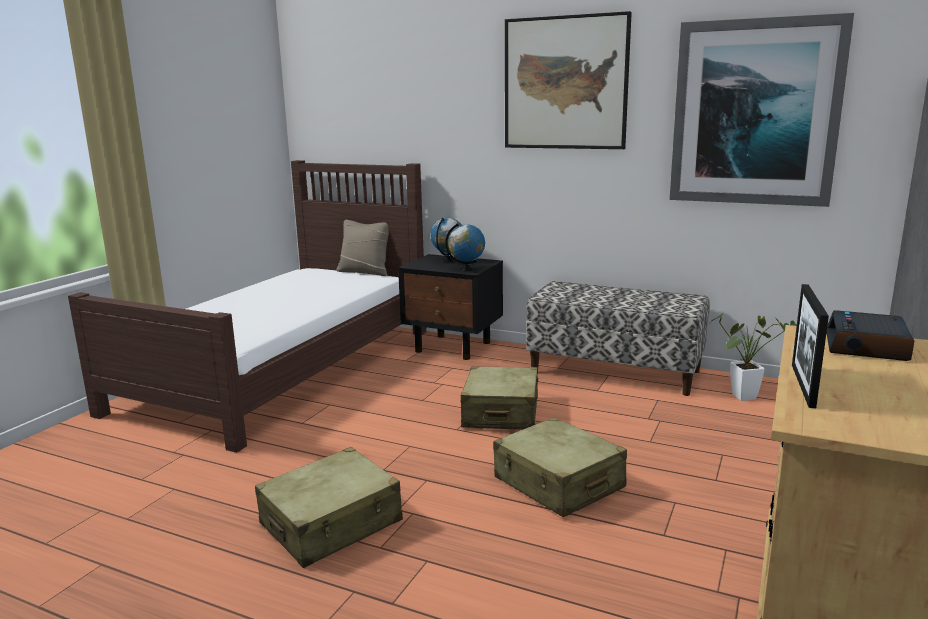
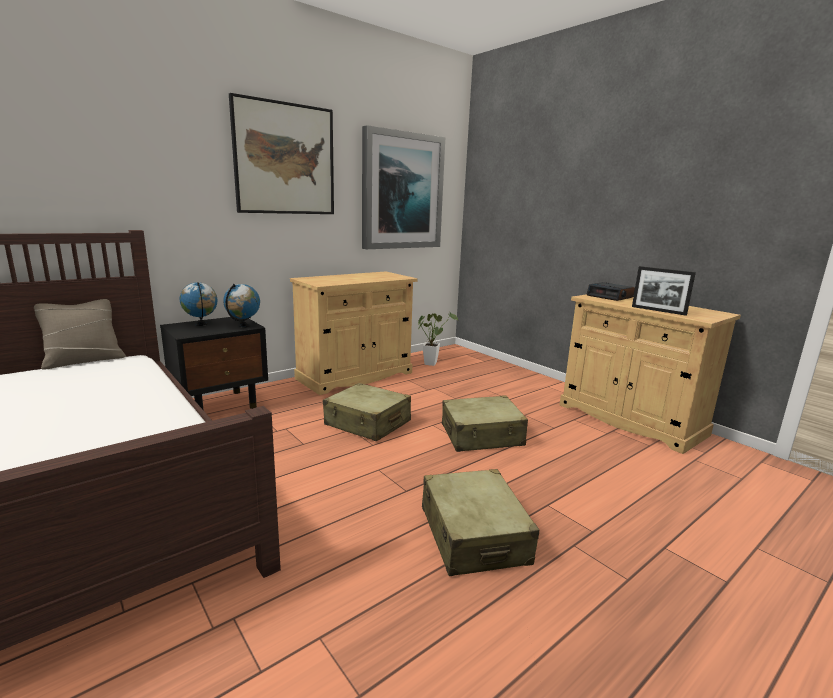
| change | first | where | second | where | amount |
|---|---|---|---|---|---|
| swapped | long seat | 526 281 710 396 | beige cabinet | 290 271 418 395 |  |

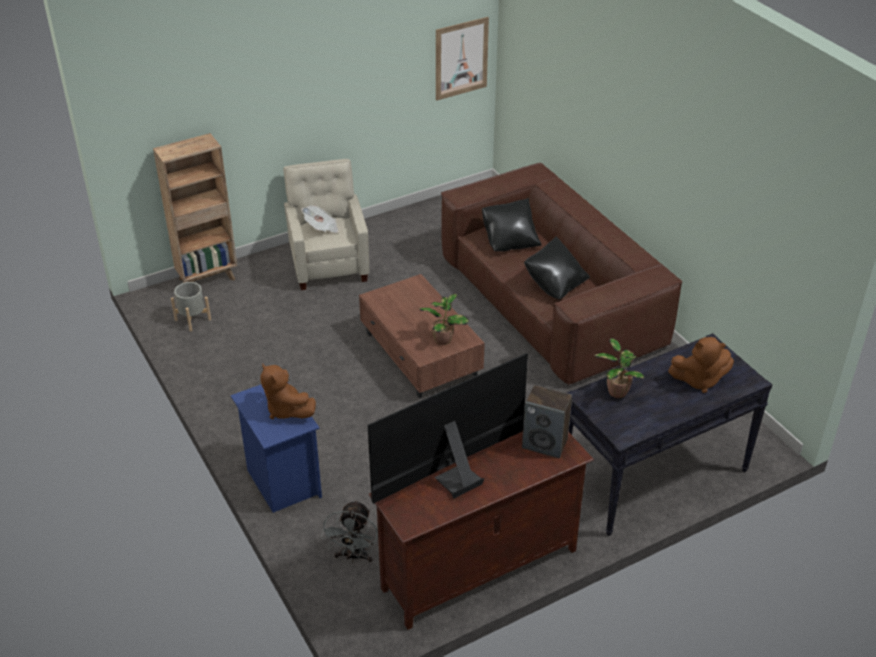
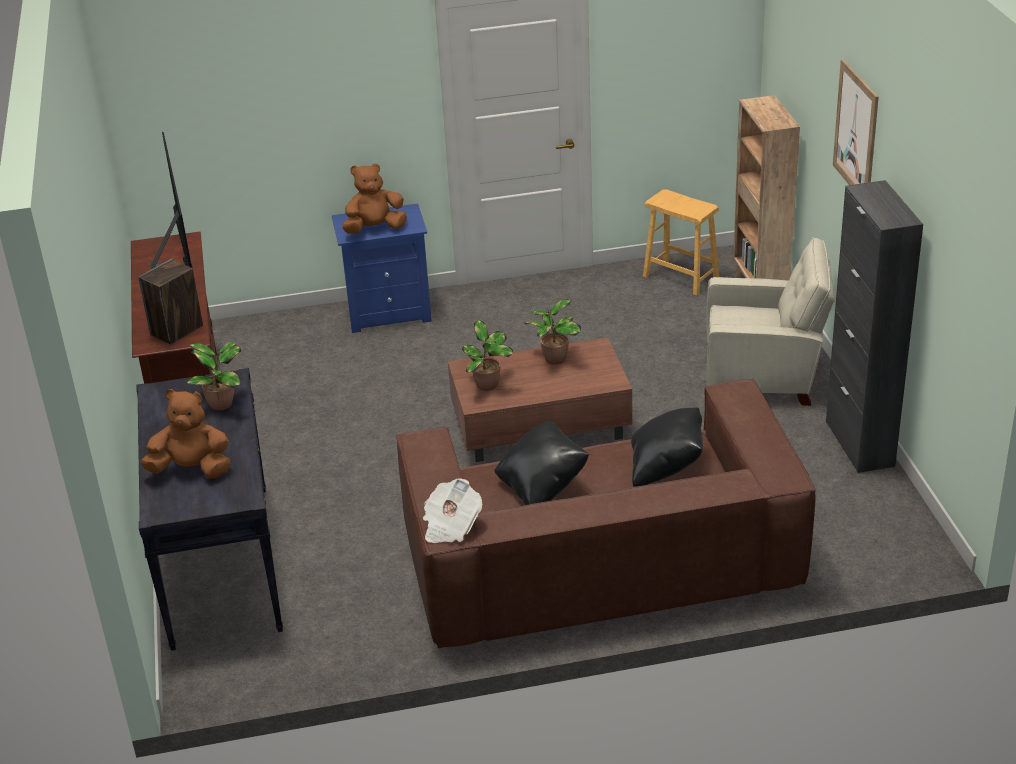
| change | first | where | second | where | amount |
|---|---|---|---|---|---|
| swapped | grey plant pot | 171 282 211 332 | brown stool seat | 643 189 720 296 |  |
| shifted | newspaper | 301 205 338 233 |  | 423 478 482 543 |  |
| gone | grey fan | 321 500 378 562 |  |  |  |
| shifted | wall art | 436 17 489 100 |  | 833 59 879 185 |  |
| rotated | brown plush toy | 668 337 734 393 |  | 141 389 231 479 | 75 degrees clockwise |
| new |  |  | houseplant | 524 299 581 365 |  |
| new |  |  | black-coloured cabinet | 826 180 923 473 |  |

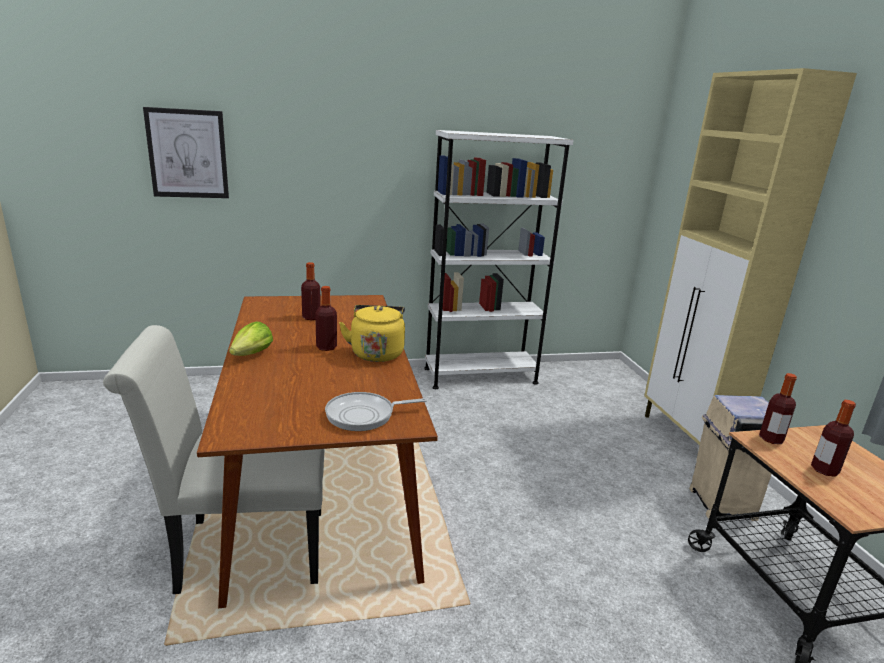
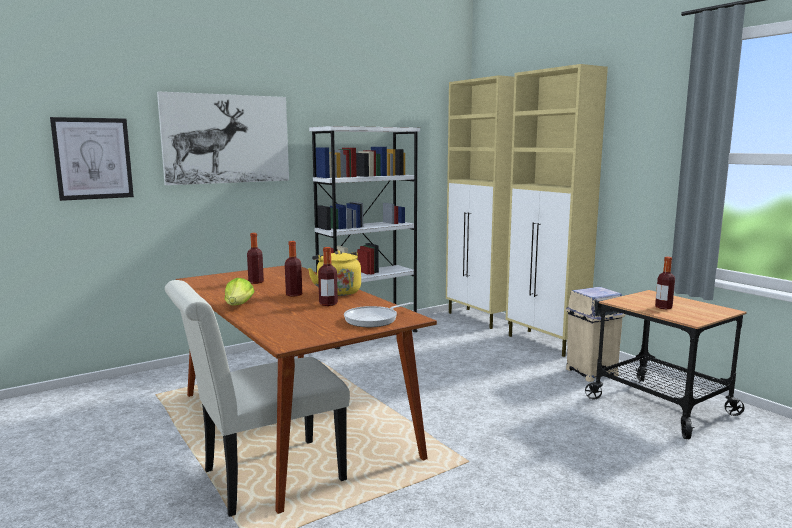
| change | first | where | second | where | amount |
|---|---|---|---|---|---|
| shifted | beverage bottle | 759 373 797 444 |  | 318 247 338 306 |  |
| new |  |  | wall art | 157 91 289 185 |  |
| new |  |  | beige cabinet | 446 75 514 329 |  |

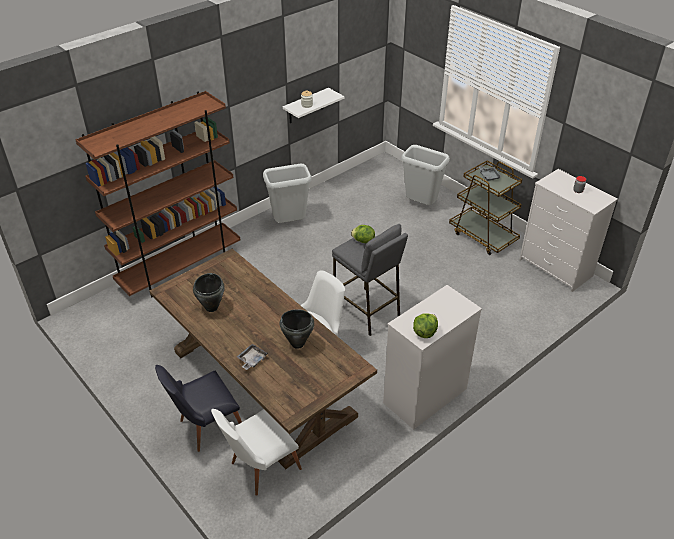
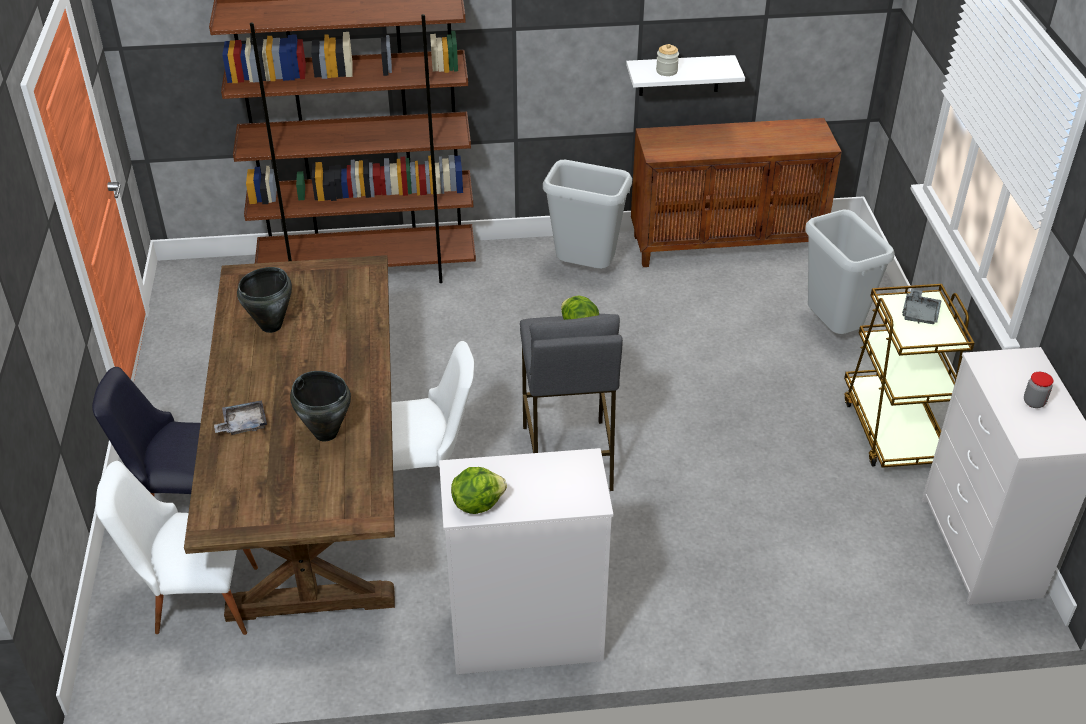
| change | first | where | second | where | amount |
|---|---|---|---|---|---|
| new |  |  | brown cabinet | 631 118 842 267 |  |

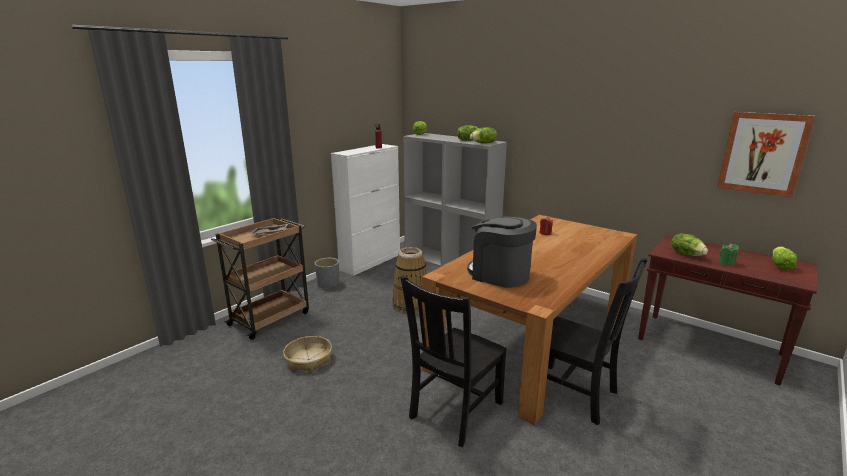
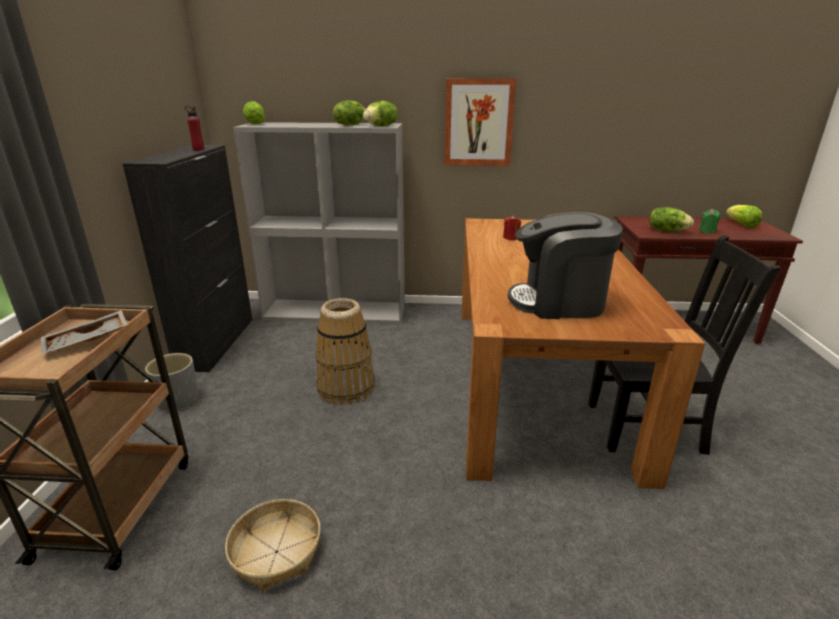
| change | first | where | second | where | amount |
|---|---|---|---|---|---|
| repainted | white-coloured cabinet | 331 144 400 276 | black-coloured cabinet | 123 145 252 372 |  |
| gone | black-coloured plain chair | 400 276 507 447 |  |  |  |
| shifted | wall art | 717 112 815 198 |  | 444 78 517 166 |  |

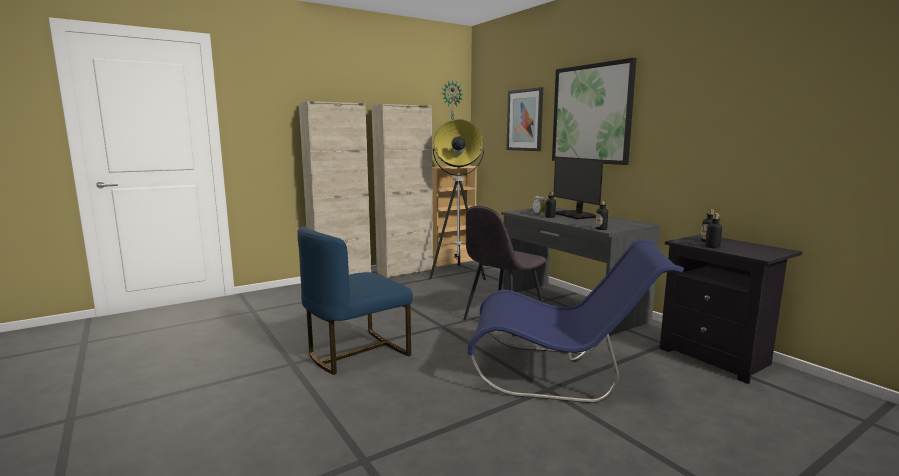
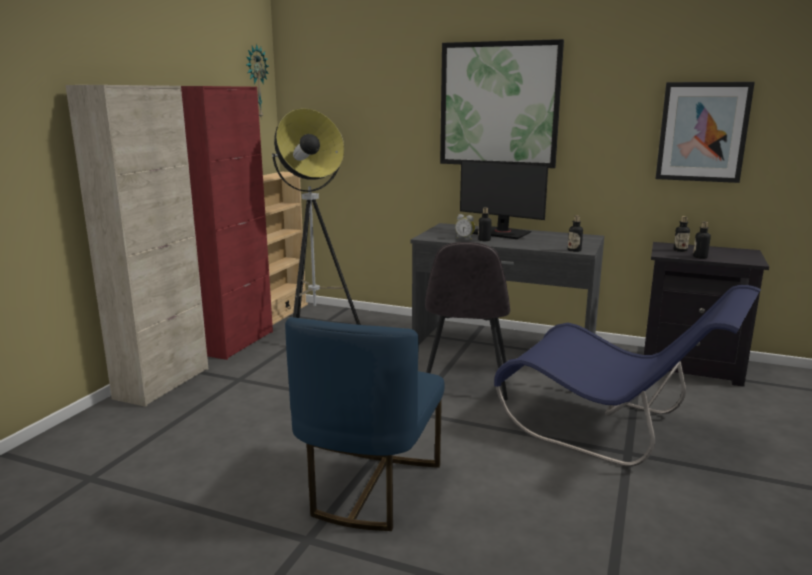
| change | first | where | second | where | amount |
|---|---|---|---|---|---|
| repainted | beige cabinet | 372 104 433 278 | red-coloured cabinet | 181 86 273 360 |  |
| rotated | blue plain chair | 468 239 684 403 |  | 494 285 761 467 | 60 degrees clockwise |
| shifted | wall art | 506 87 543 151 |  | 655 82 755 183 |  |

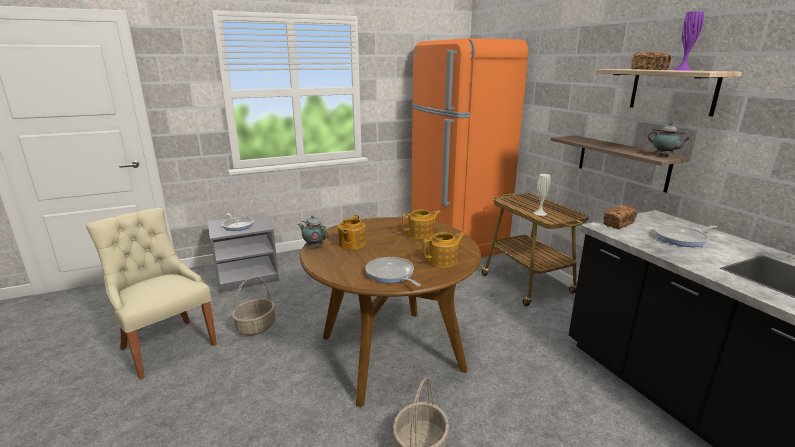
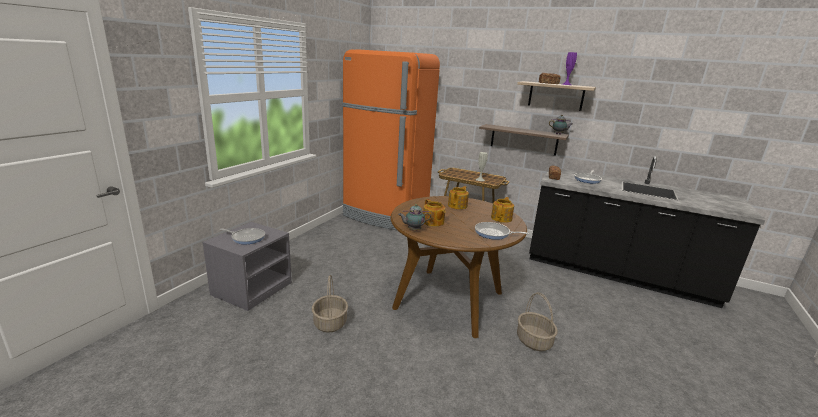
| change | first | where | second | where | amount |
|---|---|---|---|---|---|
| gone | beige plain chair | 85 208 217 380 |  |  |  |

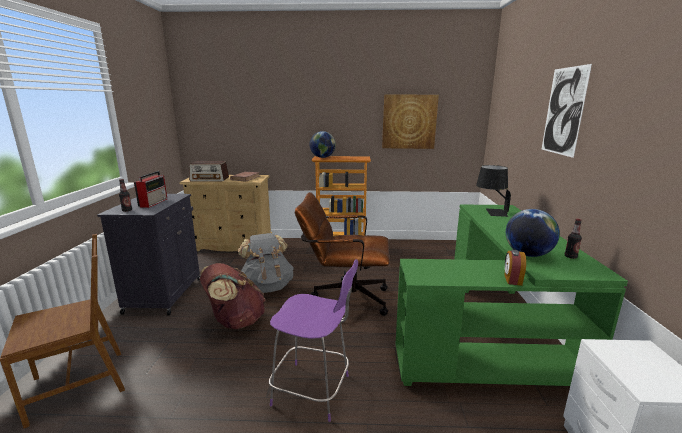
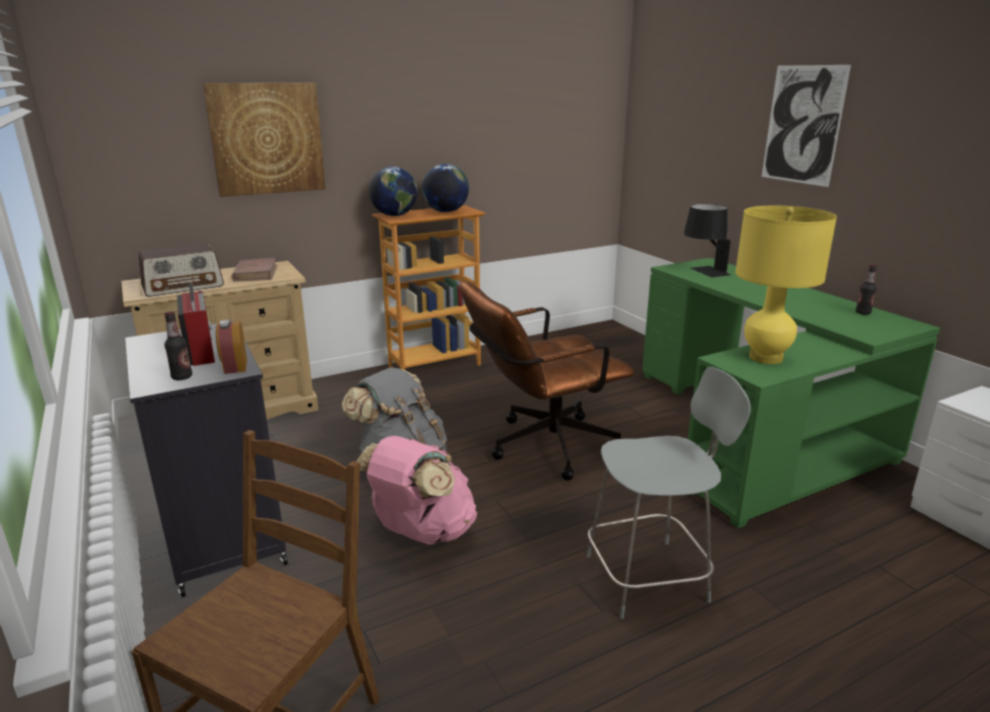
| change | first | where | second | where | amount |
|---|---|---|---|---|---|
| repainted | brown knapsack | 200 263 266 329 | pinkish knapsack | 356 436 477 545 |  |
| repainted | purple-coloured plain chair | 269 259 358 422 | grey plain chair | 587 367 750 619 |  |
| shifted | wall art | 382 94 439 149 |  | 202 83 326 197 |  |
| shifted | table clock | 504 250 526 286 |  | 216 320 247 374 |  |
| shifted | world globe | 506 209 560 257 |  | 422 164 469 212 |  |
| new |  |  | yellowish tabletop lamp | 735 206 837 364 |  |

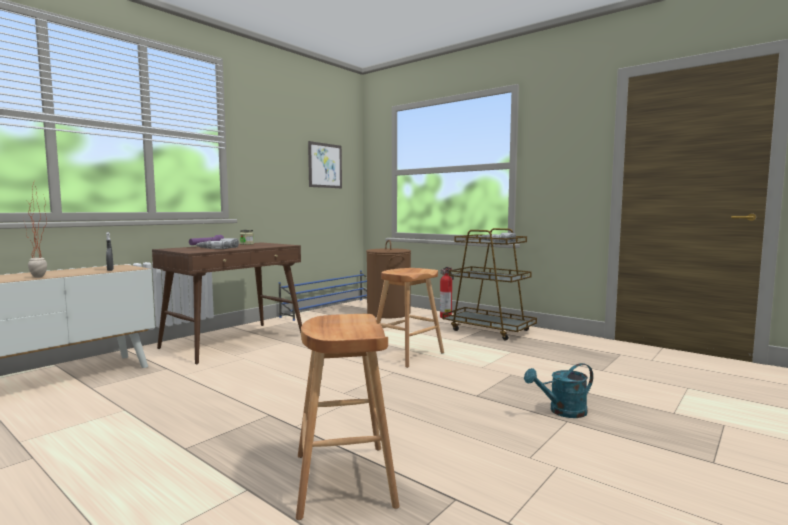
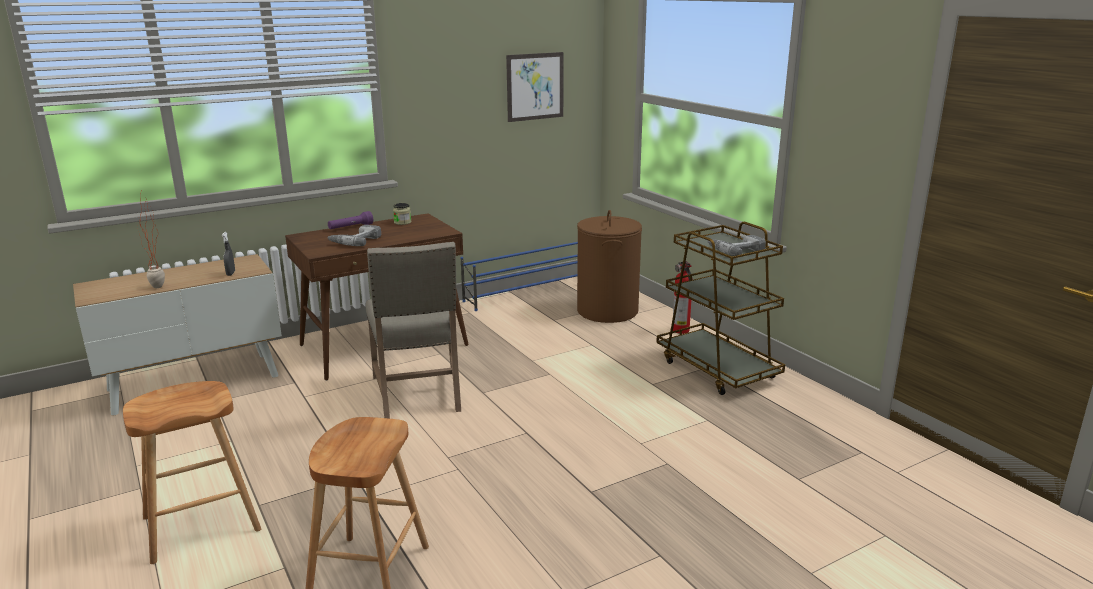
| change | first | where | second | where | amount |
|---|---|---|---|---|---|
| shifted | brown stool seat | 376 268 444 368 |  | 123 381 261 564 |  |
| gone | blue-green watering can | 524 363 593 418 |  |  |  |
| new |  |  | beige plain chair | 366 242 461 419 |  |

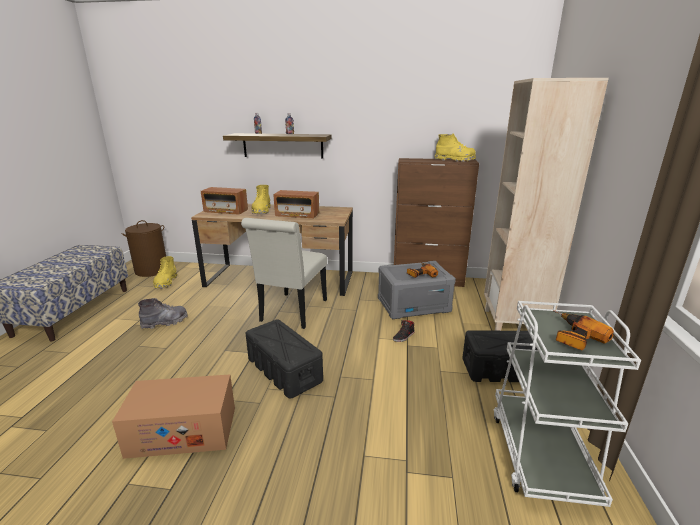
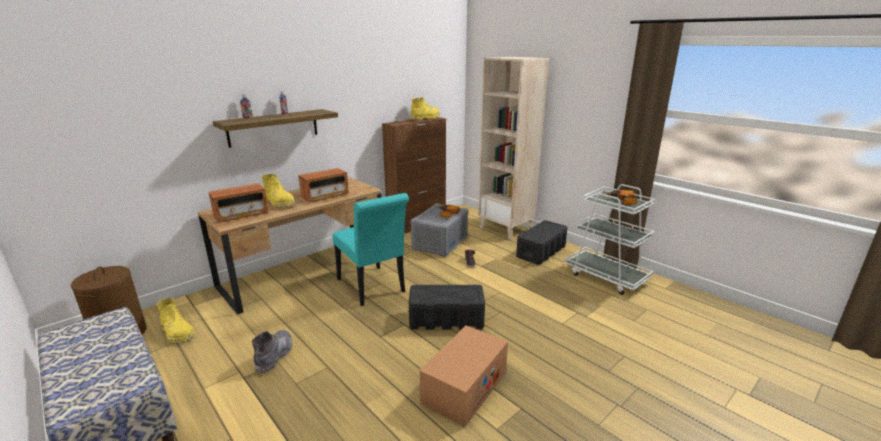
| change | first | where | second | where | amount |
|---|---|---|---|---|---|
| repainted | white-coloured plain chair | 241 218 327 329 | blue-green plain chair | 333 193 409 306 |  |

